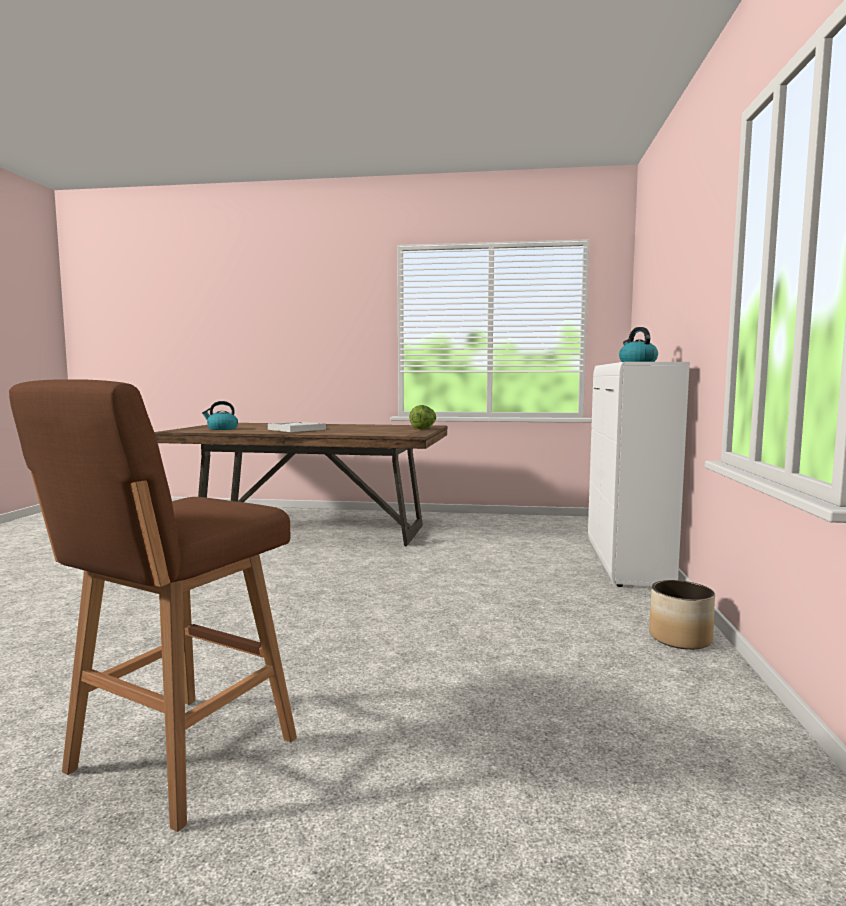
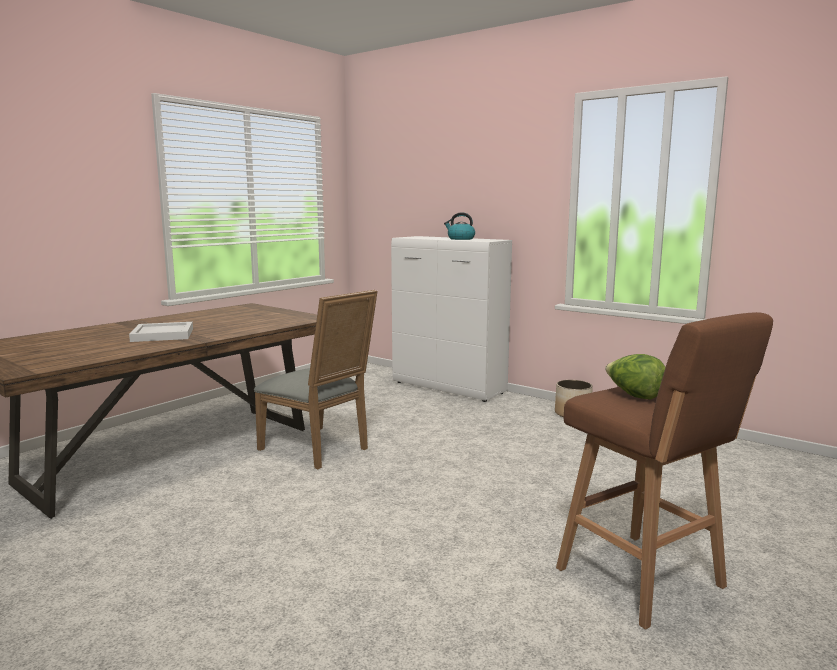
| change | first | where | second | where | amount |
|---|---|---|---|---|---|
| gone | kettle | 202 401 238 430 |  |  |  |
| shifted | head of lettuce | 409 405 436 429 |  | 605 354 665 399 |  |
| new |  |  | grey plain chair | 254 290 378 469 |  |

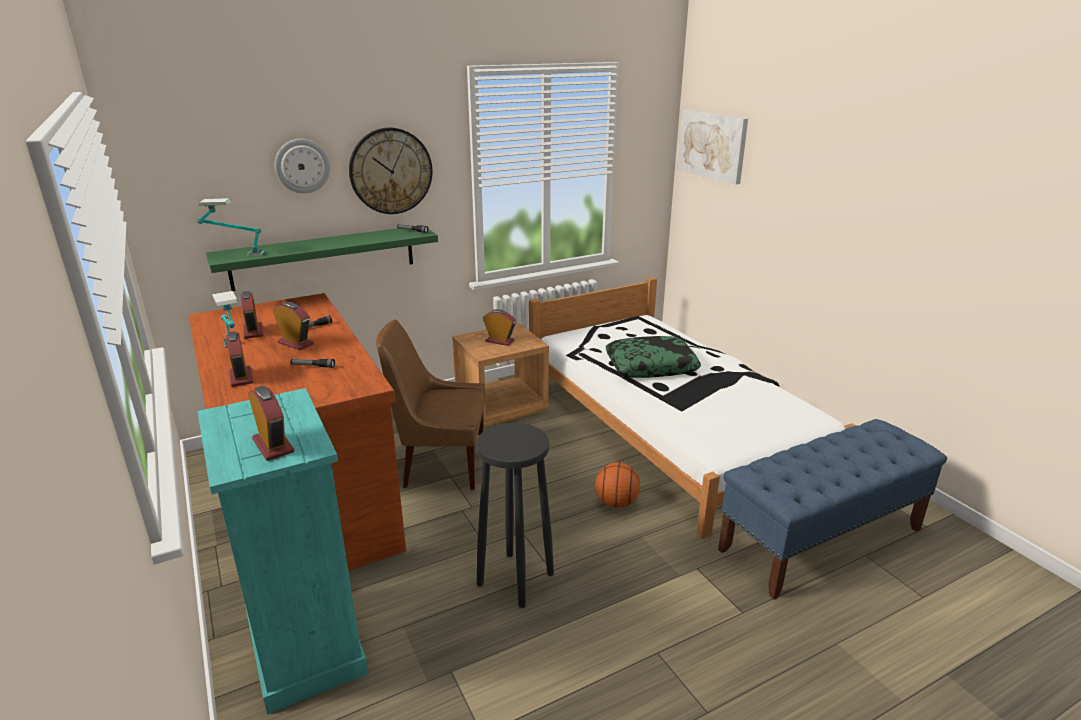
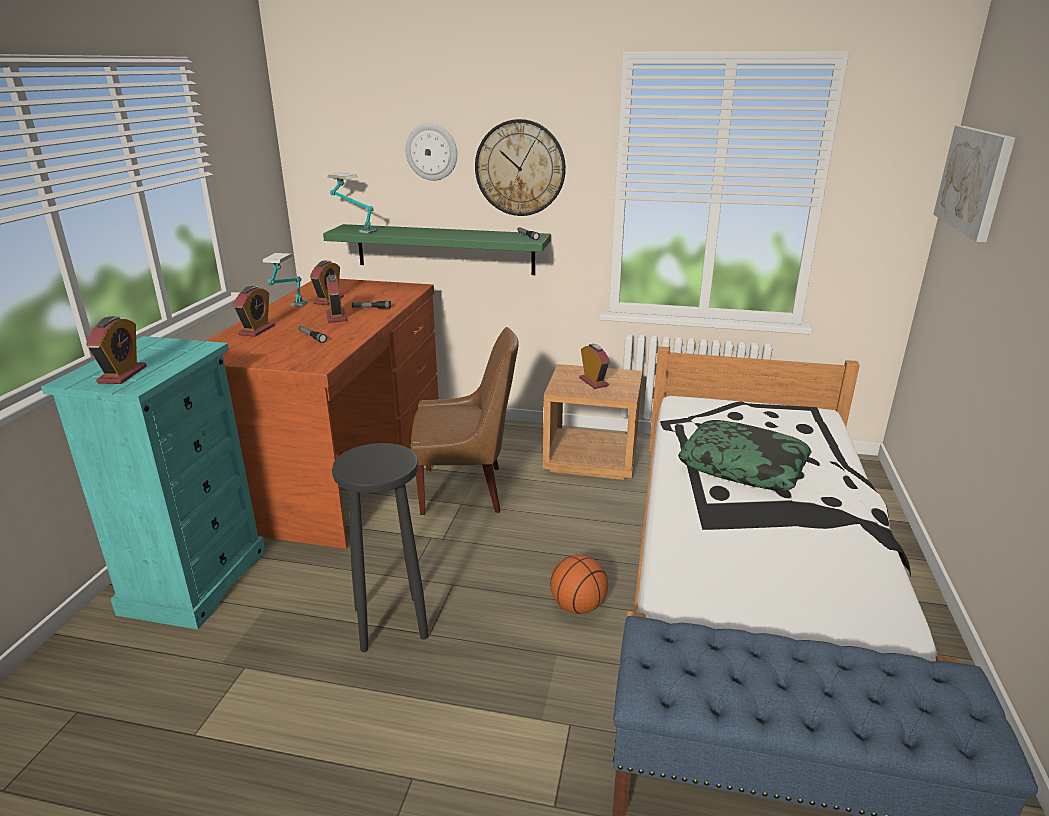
| change | first | where | second | where | amount |
|---|---|---|---|---|---|
| rotated | brown plain chair | 376 319 485 490 |  | 410 327 519 515 | 135 degrees clockwise |

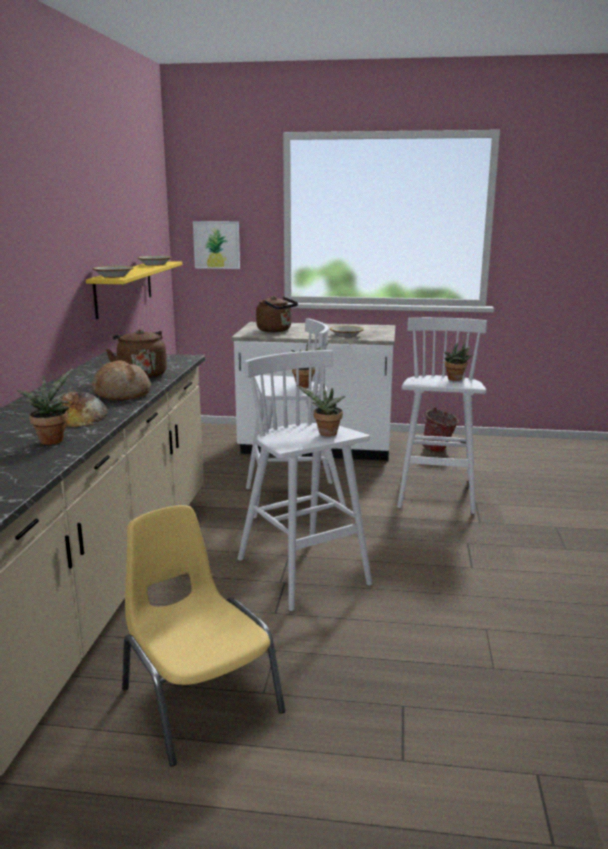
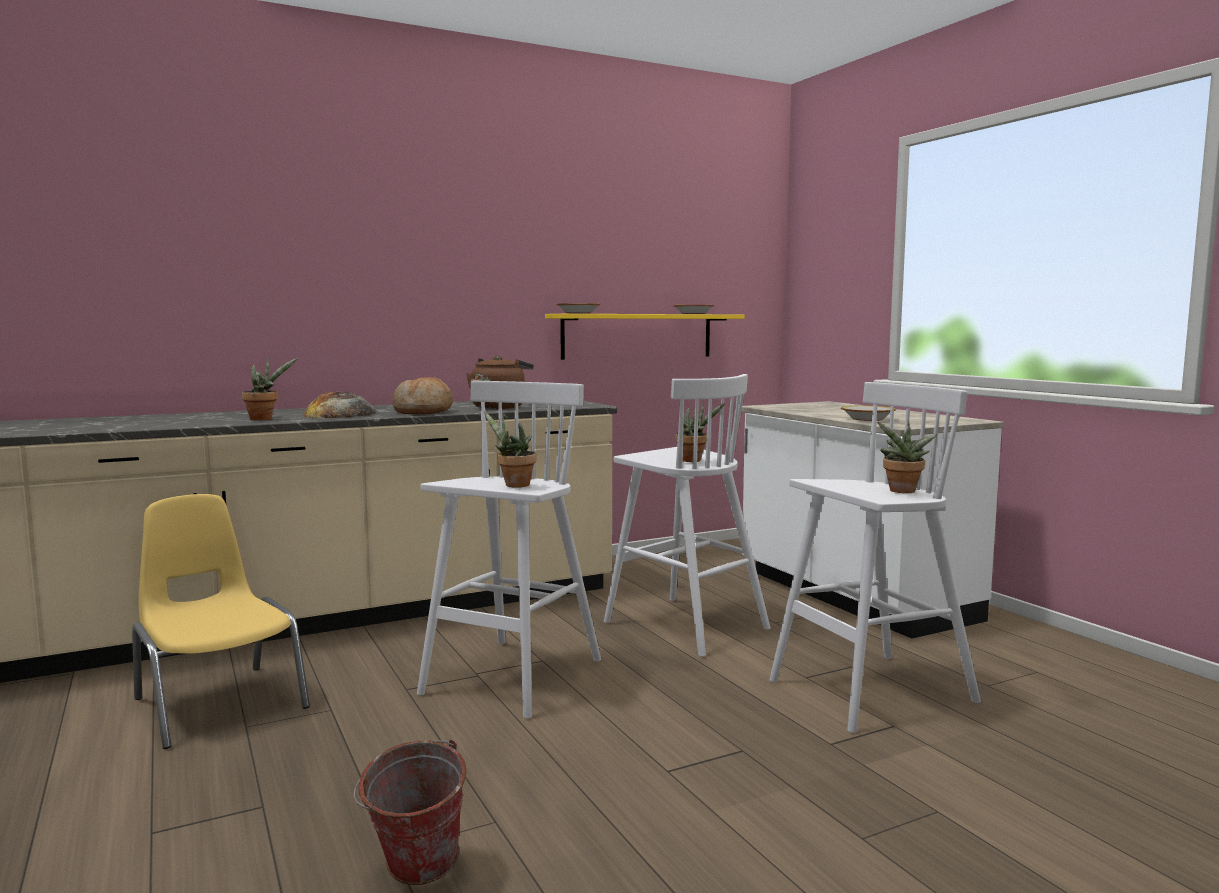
| change | first | where | second | where | amount |
|---|---|---|---|---|---|
| rotated | yellowish plain chair | 122 505 285 766 |  | 132 494 310 749 | 60 degrees counterclockwise |
| gone | wall art | 193 221 240 269 |  |  |  |
| gone | brown kettle | 256 296 298 332 |  |  |  |
| shifted | pail | 422 407 459 452 |  | 353 739 467 885 |  |

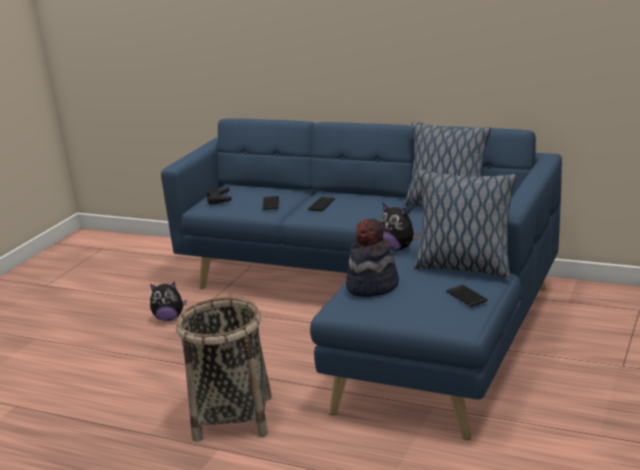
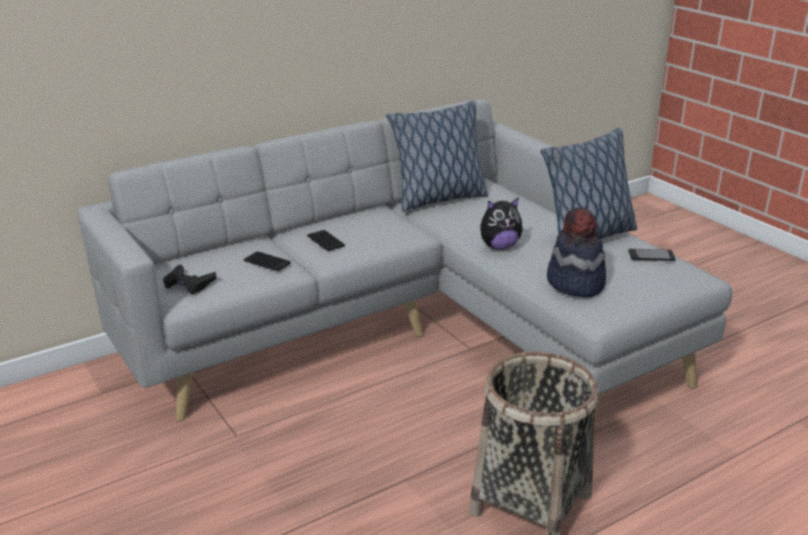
| change | first | where | second | where | amount |
|---|---|---|---|---|---|
| gone | plush toy | 150 282 187 321 |  |  |  |
| repainted | blue couch | 161 118 562 440 | grey couch | 78 99 732 421 |  |

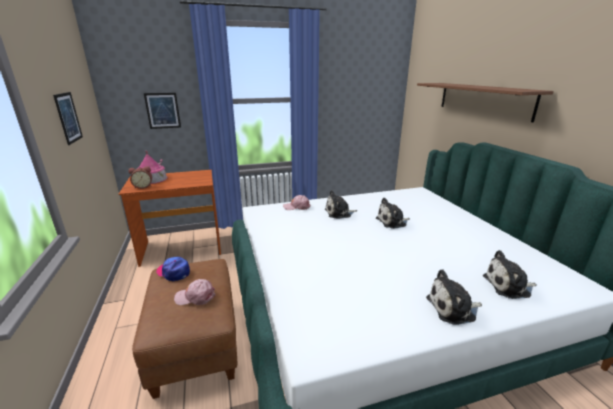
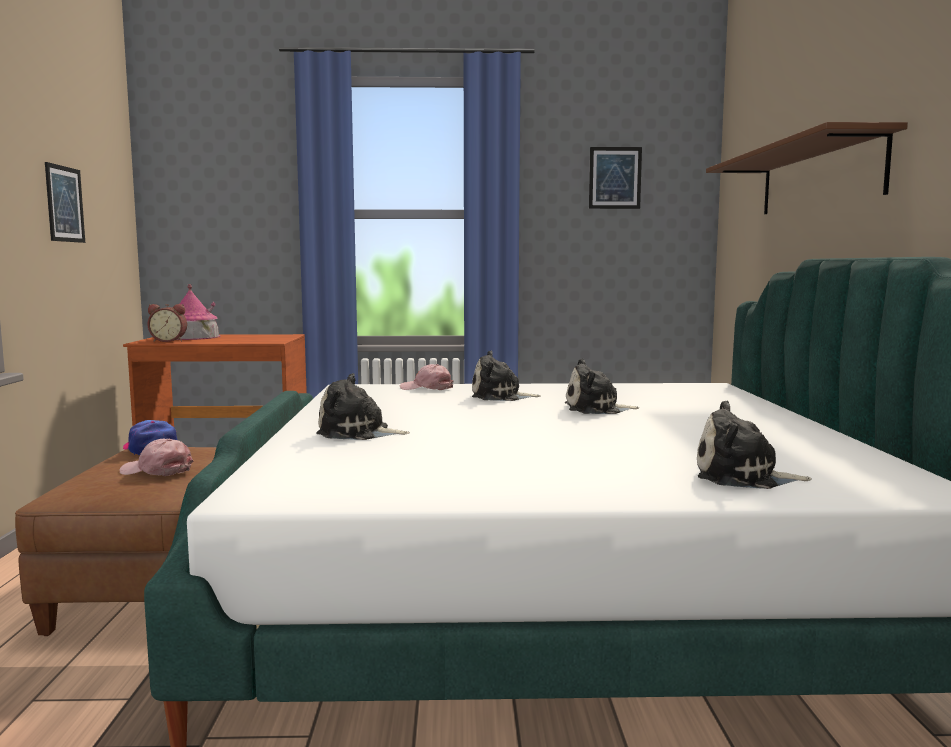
| change | first | where | second | where | amount |
|---|---|---|---|---|---|
| shifted | wall art | 144 93 181 129 |  | 589 147 642 209 |  |
| shifted | plush toy | 426 269 482 325 |  | 316 373 410 440 |  |

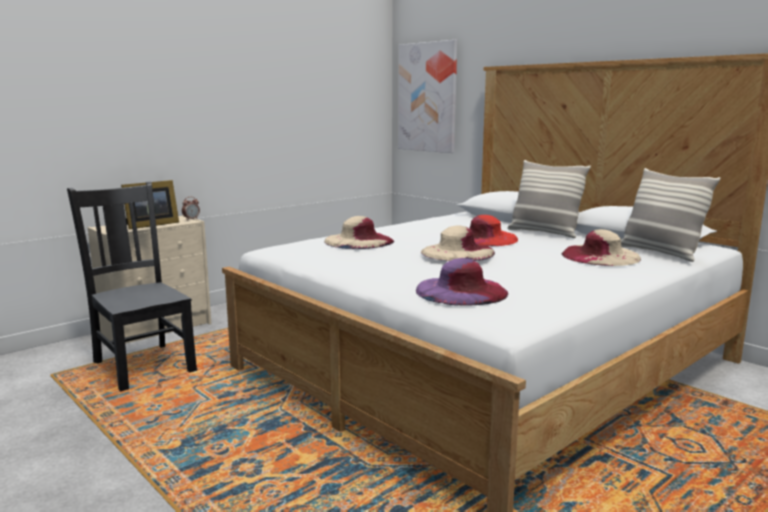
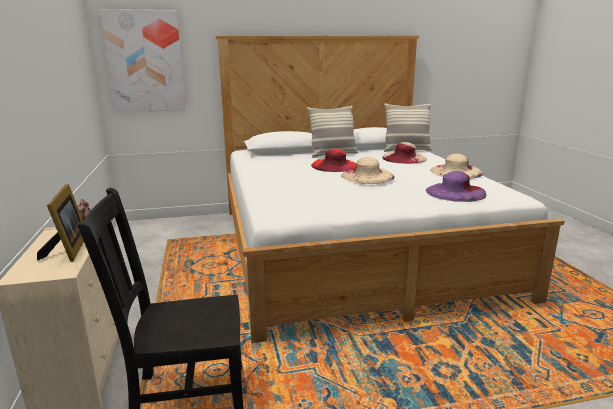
| change | first | where | second | where | amount |
|---|---|---|---|---|---|
| shifted | beige wearable hat | 324 216 394 249 |  | 430 154 483 179 |  |

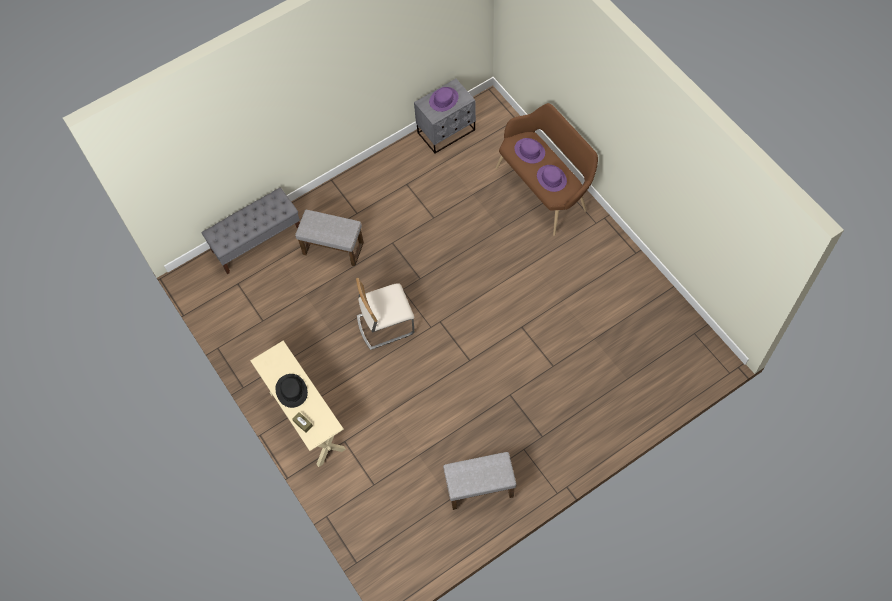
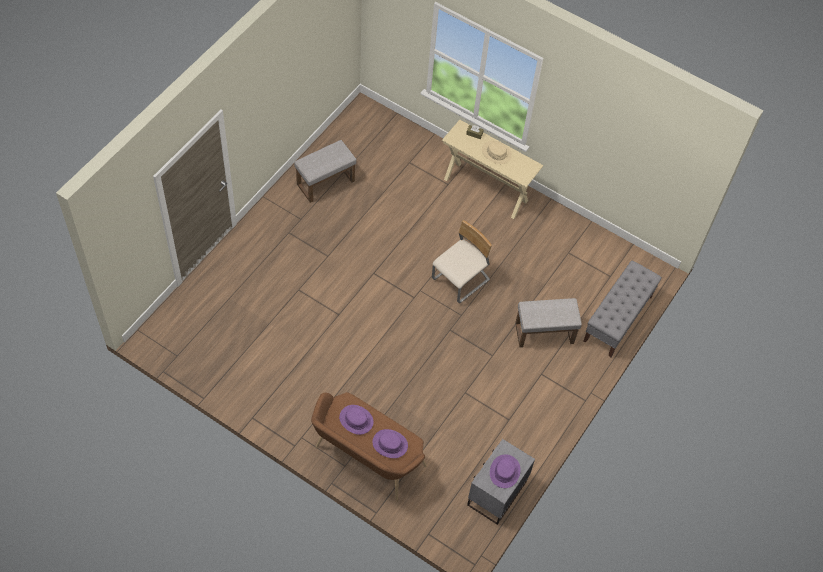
| change | first | where | second | where | amount |
|---|---|---|---|---|---|
| repainted | black-coloured wearable hat | 276 374 308 408 | beige wearable hat | 482 141 512 164 |  |

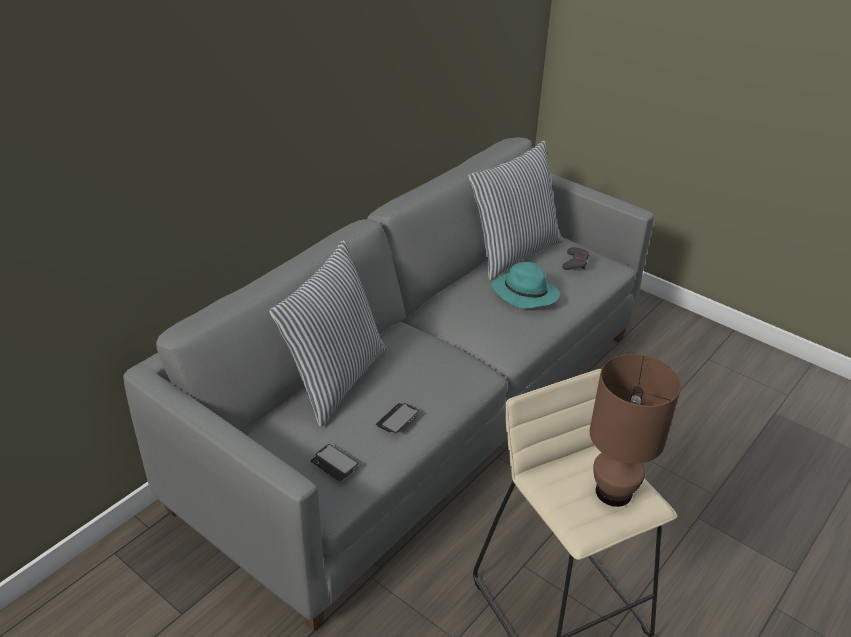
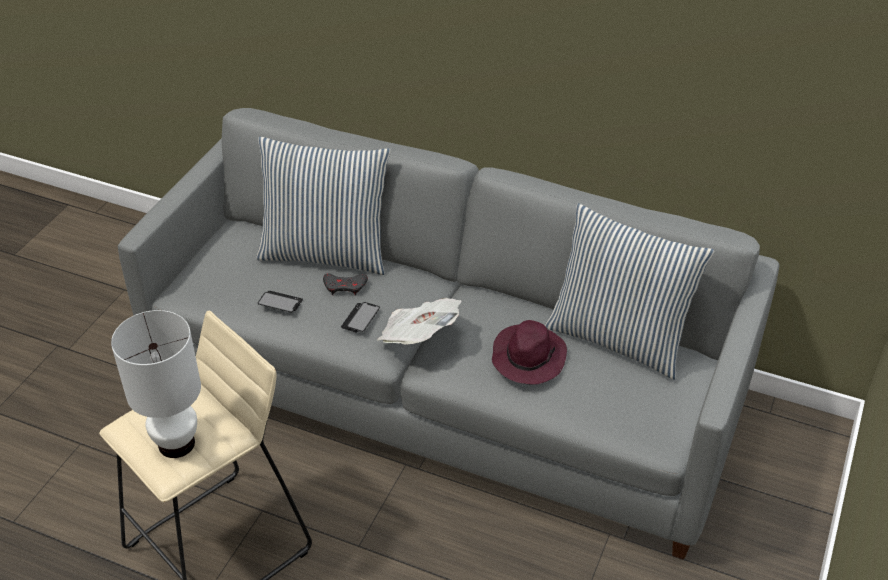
| change | first | where | second | where | amount |
|---|---|---|---|---|---|
| shifted | telephone | 311 444 358 481 |  | 341 302 380 333 |  |
| repainted | blue-green wearable hat | 492 262 559 308 | purple-coloured wearable hat | 492 320 567 385 |  |
| shifted | grey game controller | 562 247 589 270 |  | 323 274 368 295 |  |
| repainted | brown tabletop lamp | 590 354 681 507 | white-coloured tabletop lamp | 111 310 201 458 |  |
| new |  |  | newspaper | 377 298 462 345 |  |

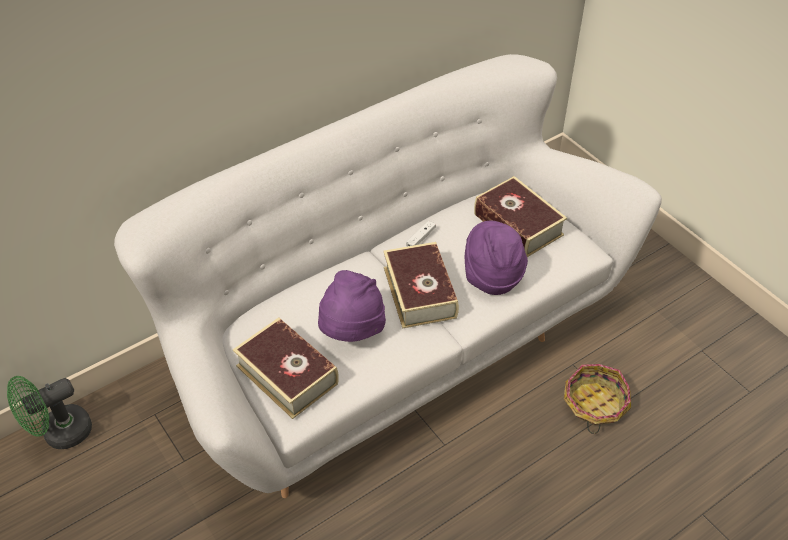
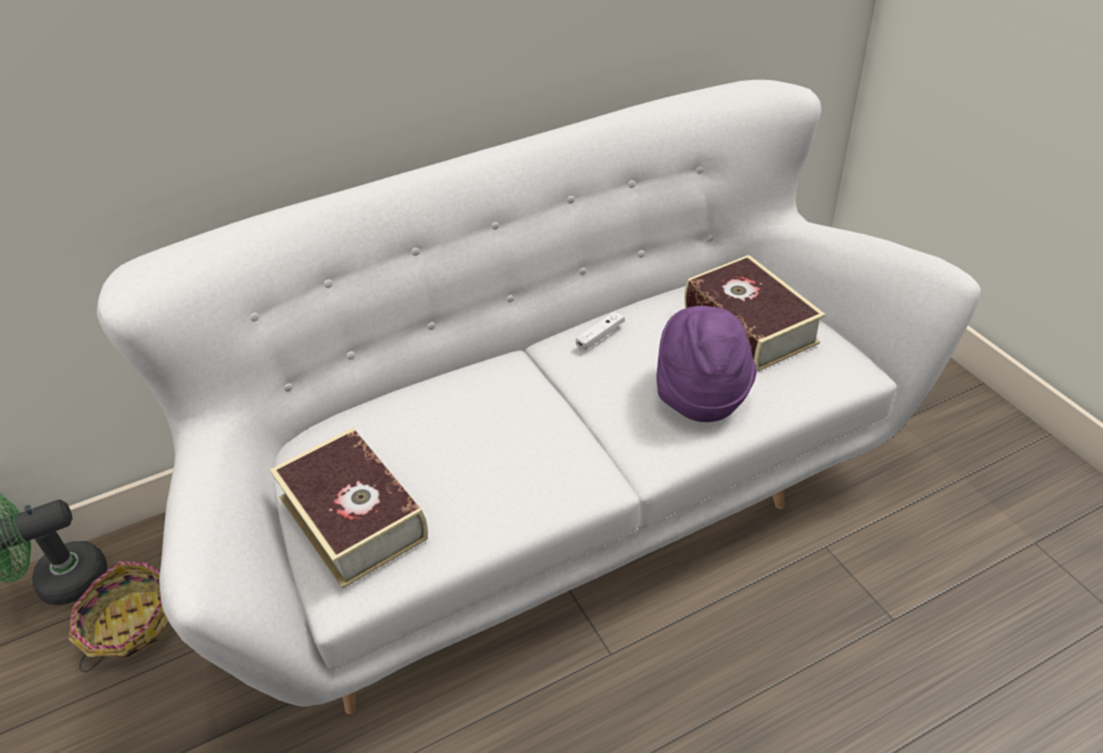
| change | first | where | second | where | amount |
|---|---|---|---|---|---|
| gone | purple-coloured wearable hat | 318 270 386 342 |  |  |  |
| gone | book | 383 242 459 329 |  |  |  |
| shifted | household basket | 564 364 631 434 |  | 68 561 170 672 |  |

